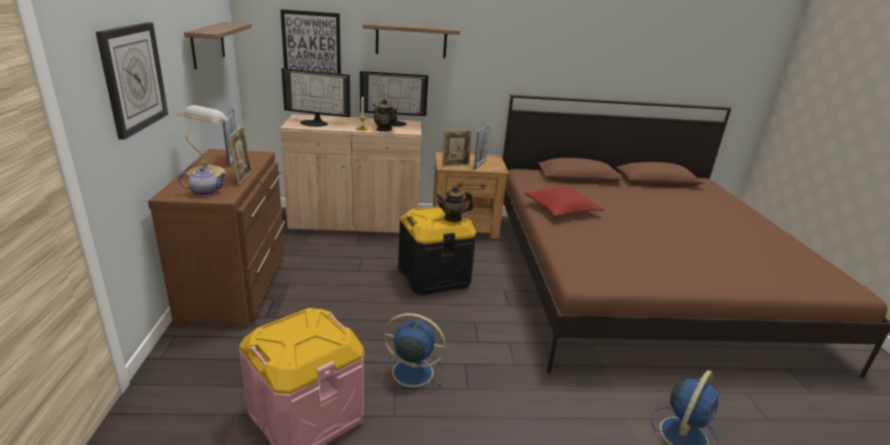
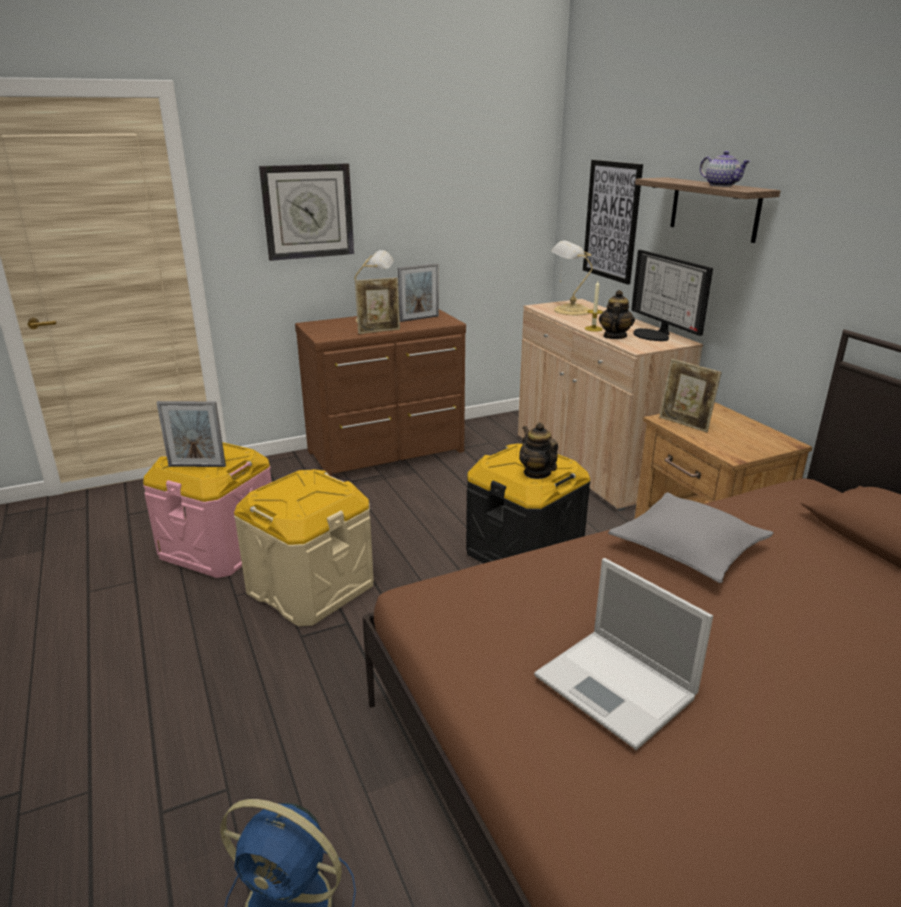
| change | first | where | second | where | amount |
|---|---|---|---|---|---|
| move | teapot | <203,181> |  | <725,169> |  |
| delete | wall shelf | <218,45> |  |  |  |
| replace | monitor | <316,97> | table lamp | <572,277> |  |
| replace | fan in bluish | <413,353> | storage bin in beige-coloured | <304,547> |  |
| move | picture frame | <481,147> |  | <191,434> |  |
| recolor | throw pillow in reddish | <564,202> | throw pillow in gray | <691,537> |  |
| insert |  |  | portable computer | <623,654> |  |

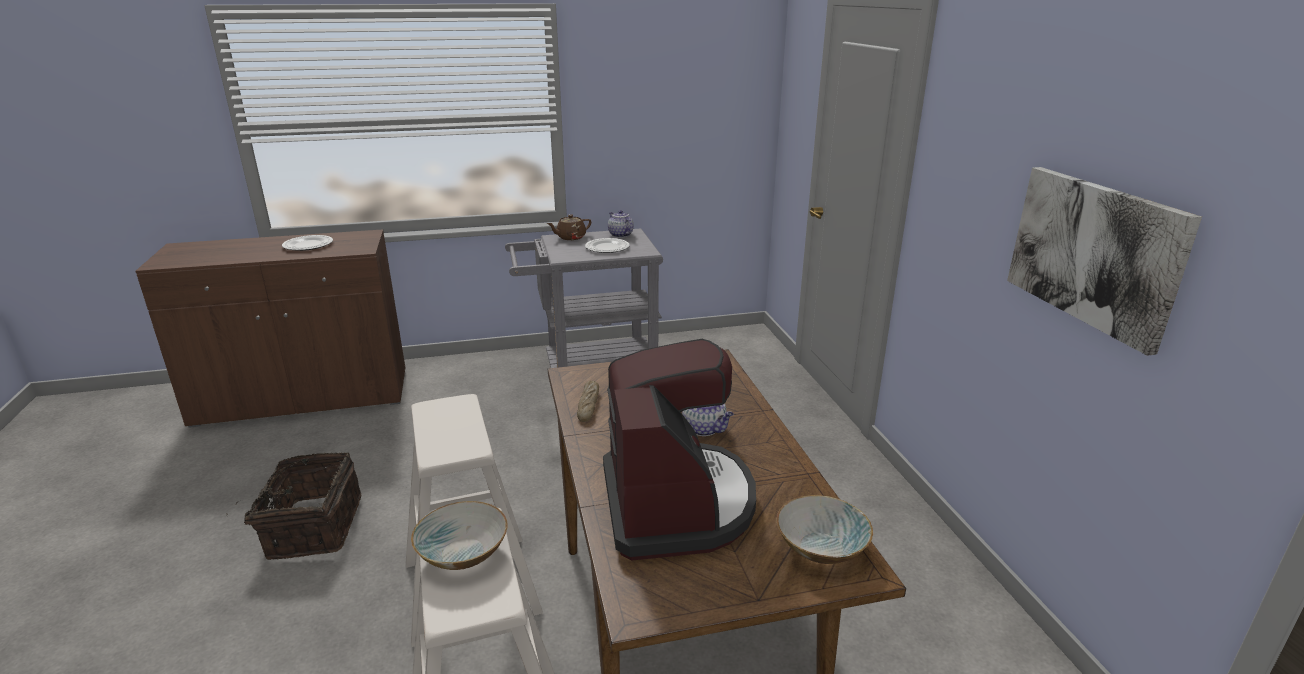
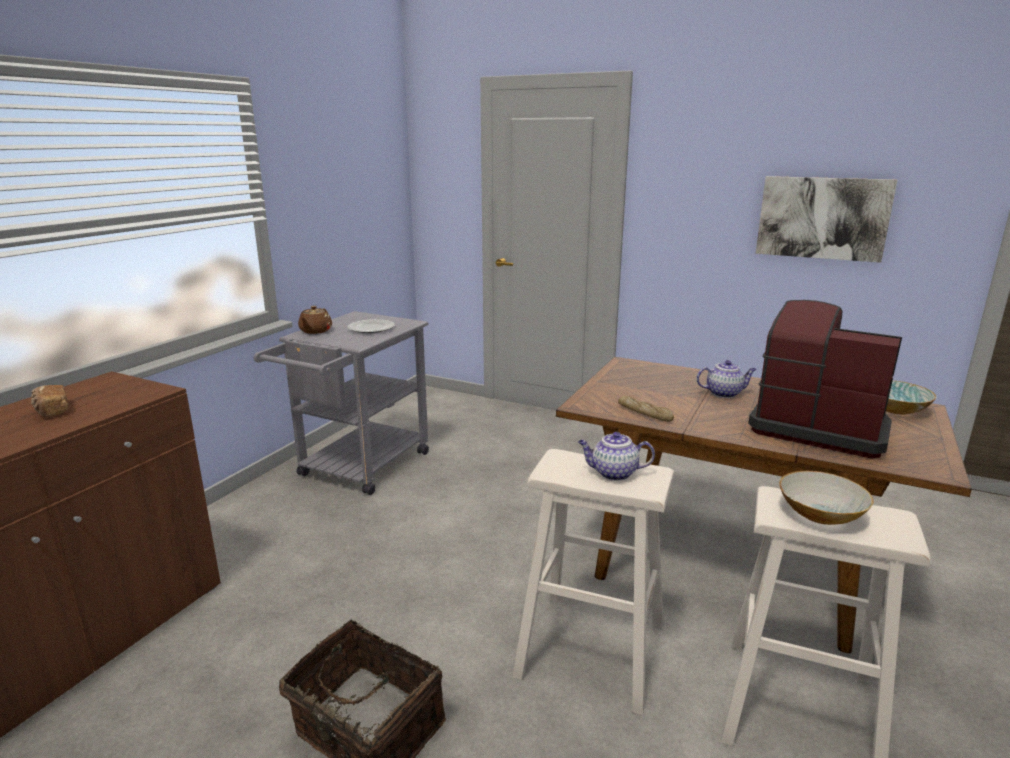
| change | first | where | second | where | amount |
|---|---|---|---|---|---|
| replace | dinner plate | <307,243> | baked bread | <49,401> |  |
| move | teapot | <621,224> |  | <616,456> |  |

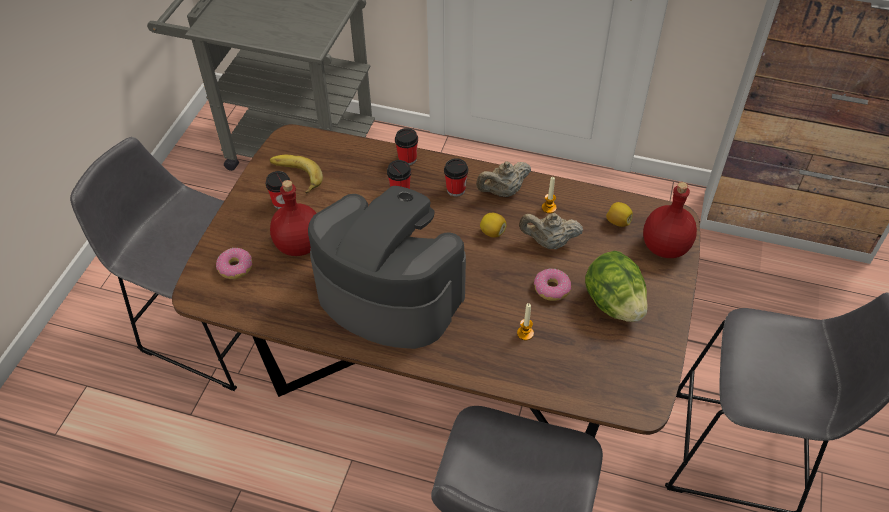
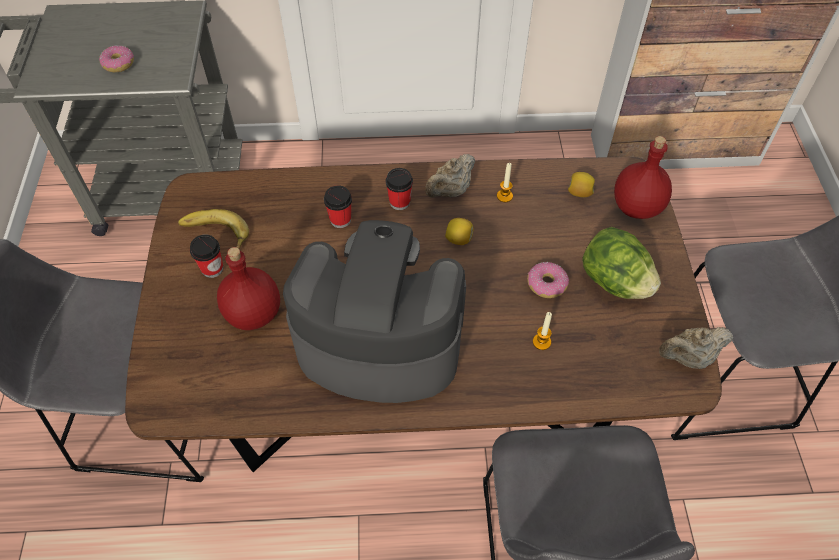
| change | first | where | second | where | amount |
|---|---|---|---|---|---|
| move | doughnut | <234,263> |  | <116,58> |  |
| delete | drinking cup | <406,146> |  |  |  |
| move | teapot in beige-coloured | <551,231> |  | <696,348> |  |

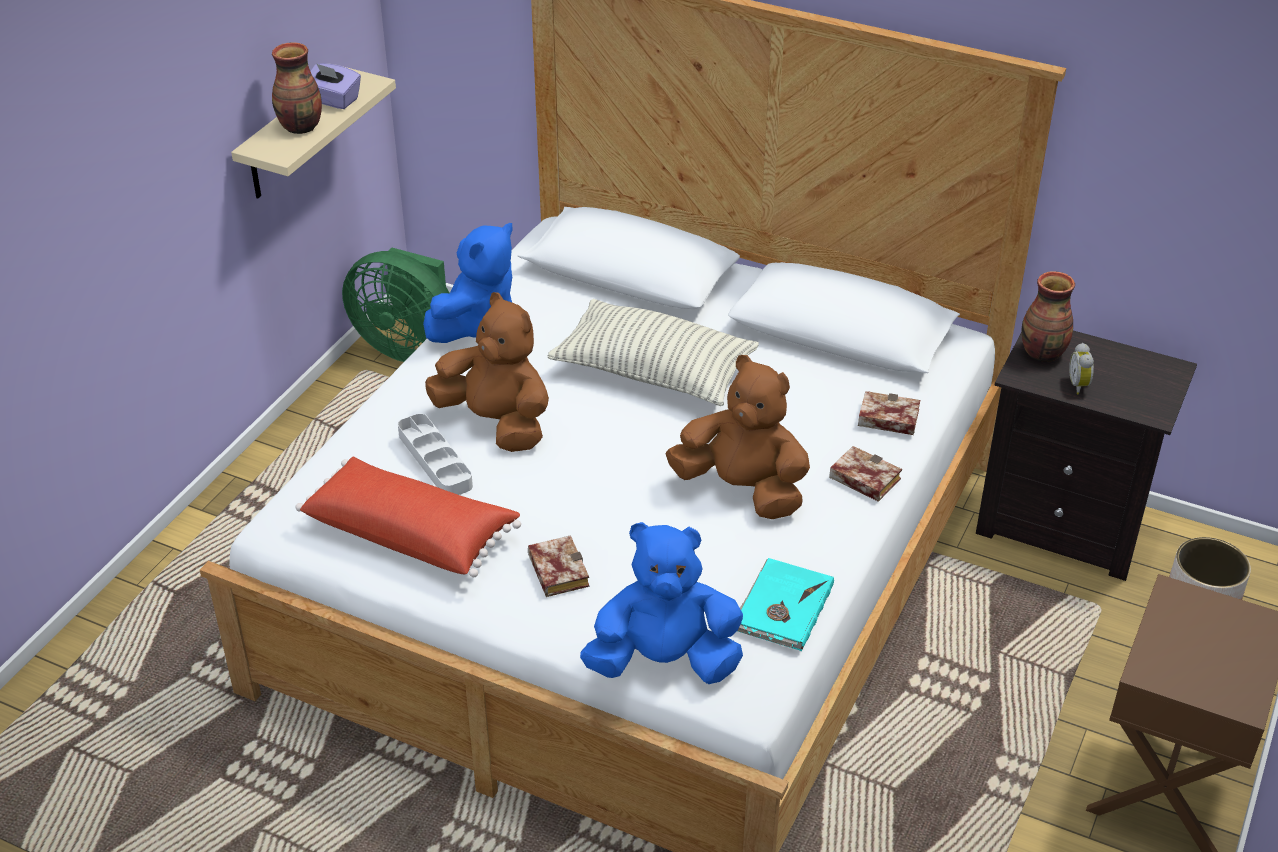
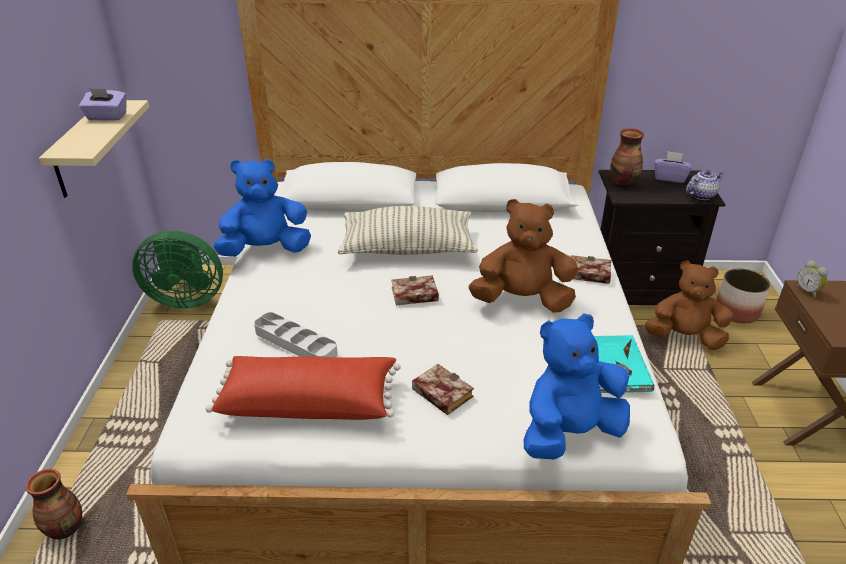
| change | first | where | second | where | amount |
|---|---|---|---|---|---|
| move | decorative vase | <297,88> |  | <54,504> |  |
| rotate | plush toy in bluish | <468,283> |  | <262,208> | 120 degrees counterclockwise |
| move | plush toy in brownish | <487,372> |  | <689,305> |  |
| move | book | <889,413> |  | <415,290> |  |
| move | table clock | <1081,369> |  | <812,279> |  |
| insert |  |  | tissue box in purple-coloured | <673,167> |  |
| insert |  |  | teapot | <705,185> |  |

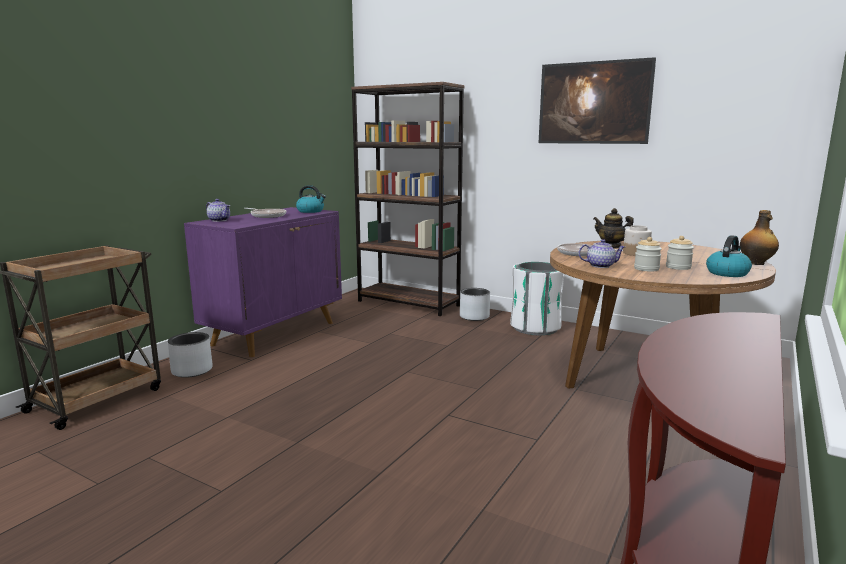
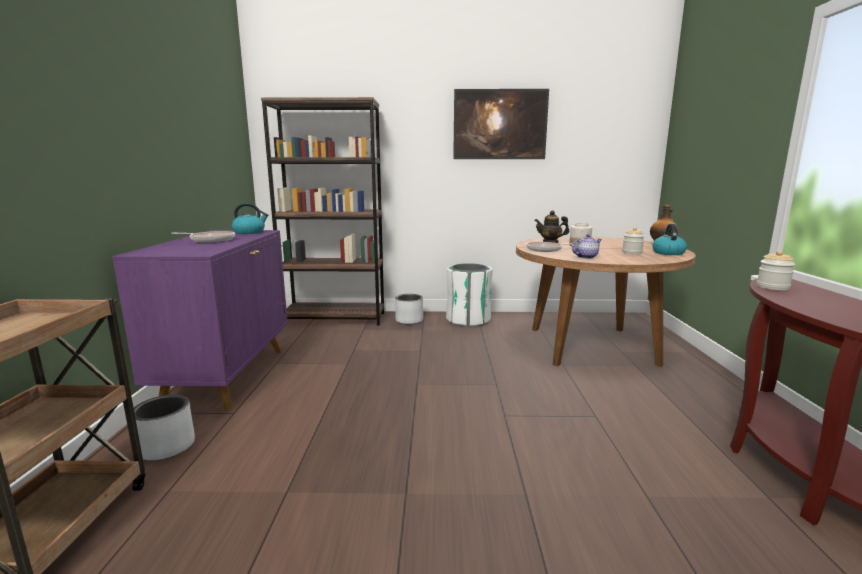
| change | first | where | second | where | amount |
|---|---|---|---|---|---|
| delete | teapot | <218,210> |  |  |  |
| move | jar | <648,254> |  | <776,270> |  |

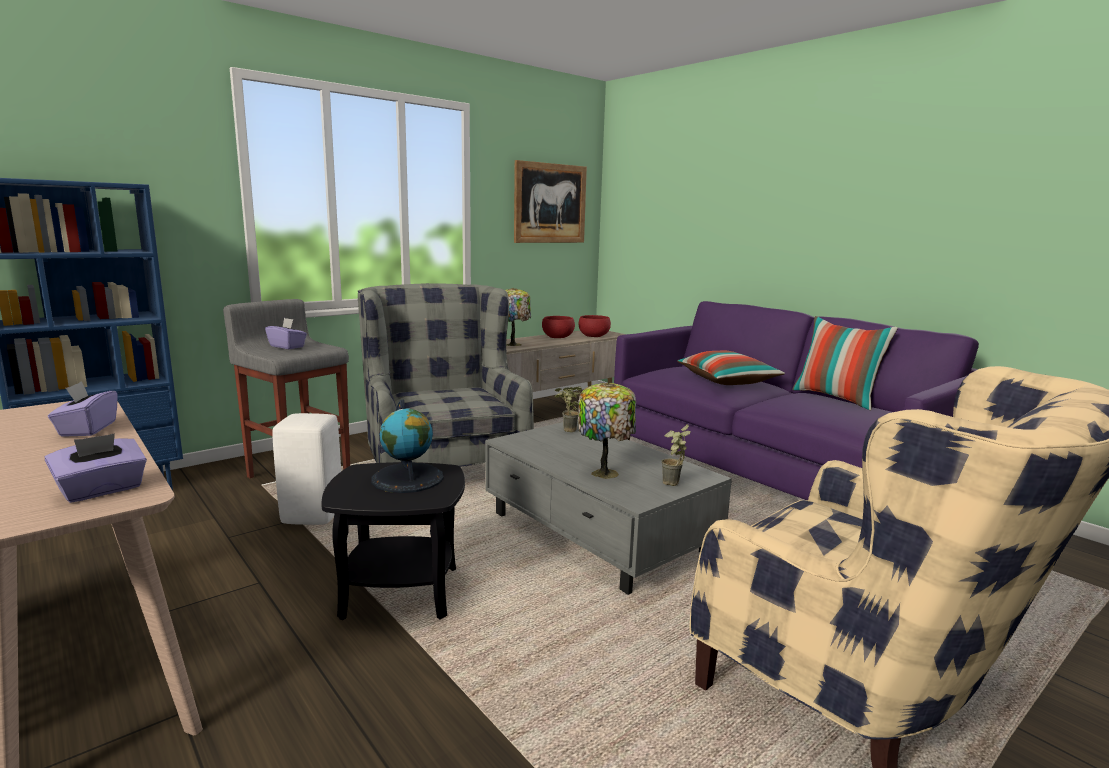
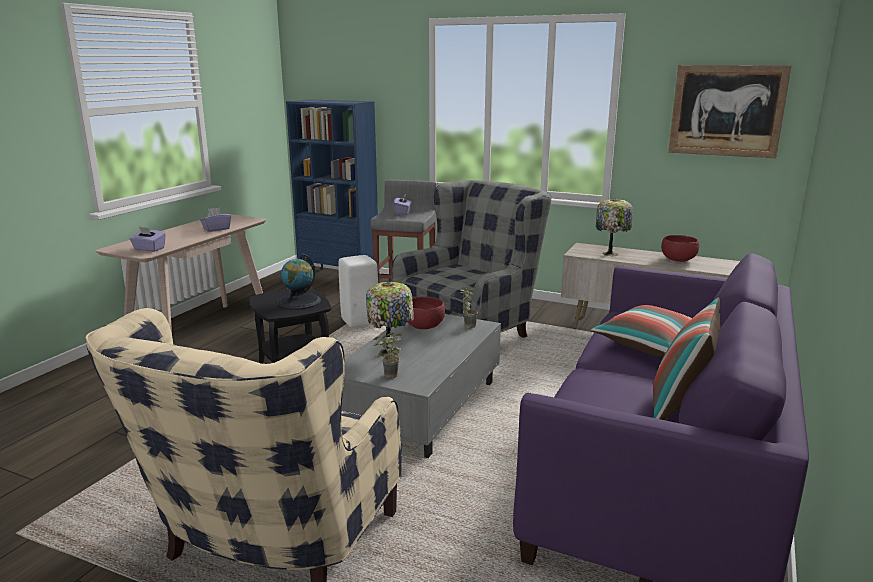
| change | first | where | second | where | amount |
|---|---|---|---|---|---|
| move | bowl in reddish | <595,326> |  | <426,313> |  |

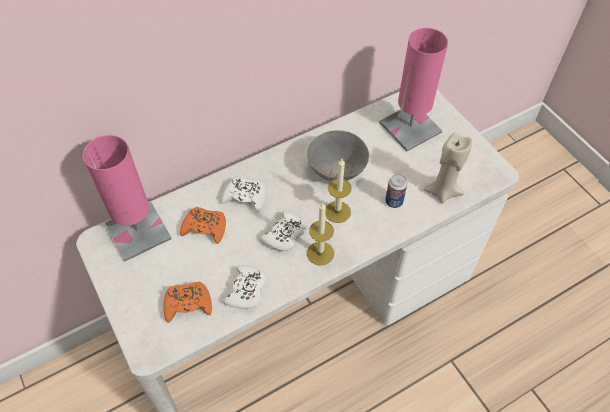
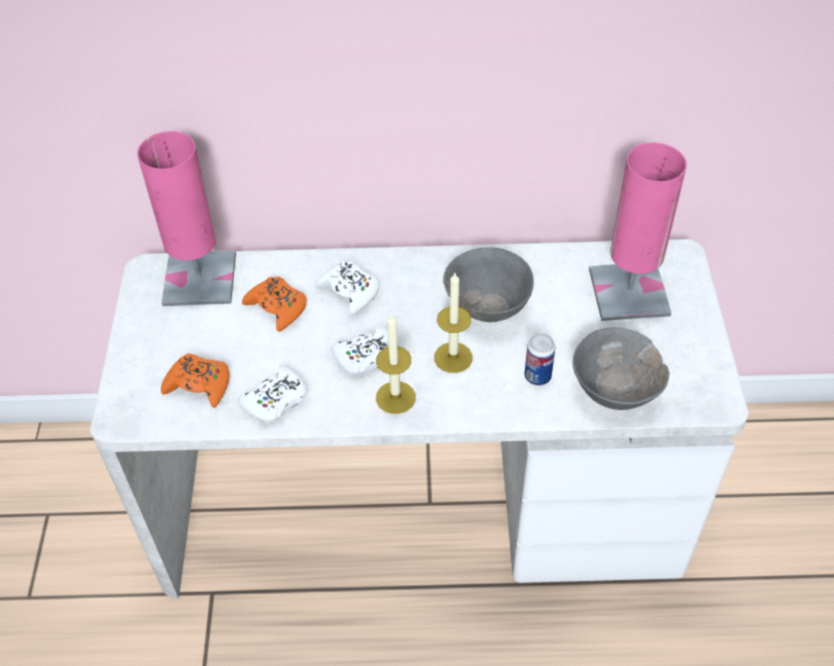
| change | first | where | second | where | amount |
|---|---|---|---|---|---|
| replace | wax light in beige-coloured | <447,168> | bowl in gray | <621,368> |  |

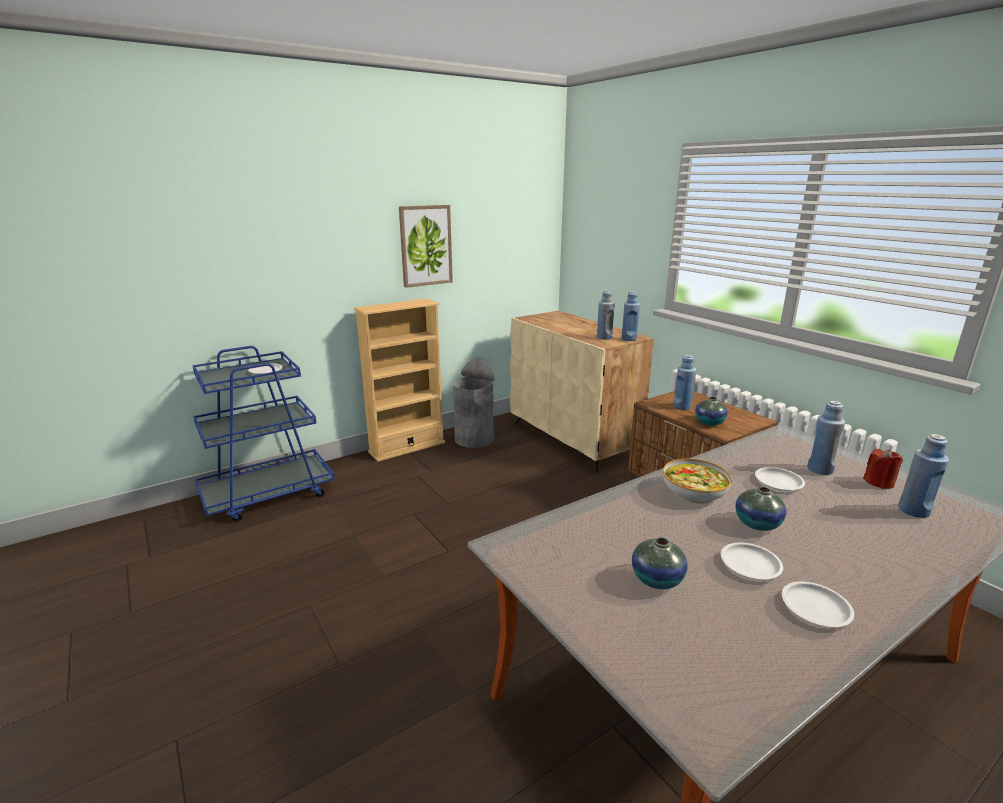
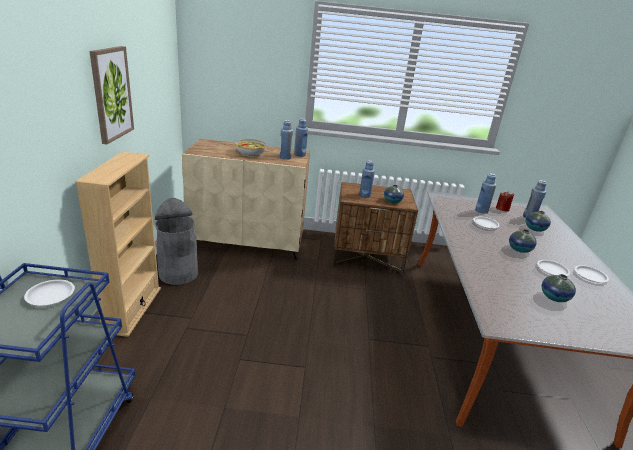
| change | first | where | second | where | amount |
|---|---|---|---|---|---|
| move | bowl | <697,481> |  | <250,148> |  |
| insert |  |  | decorative vase | <538,221> |  |

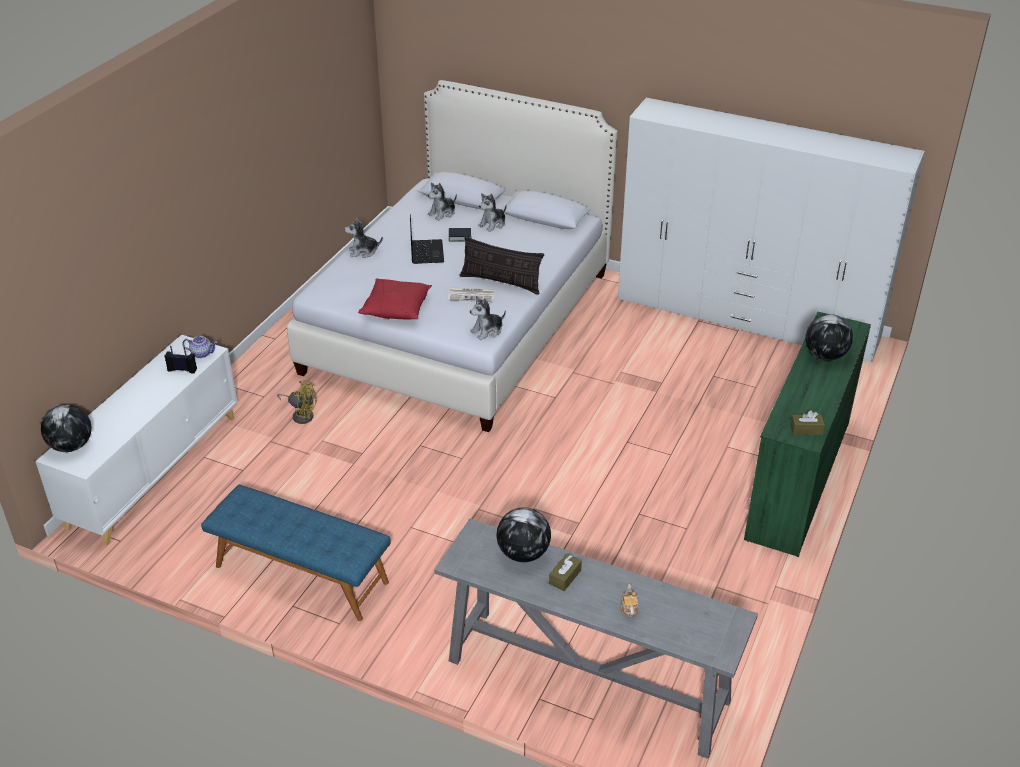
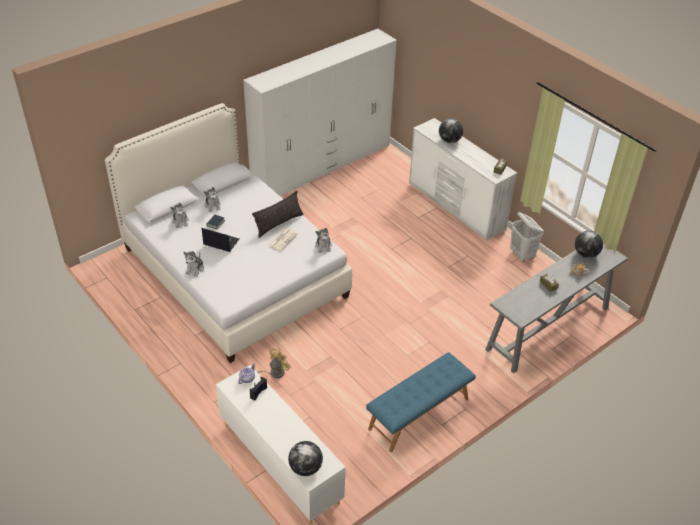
| change | first | where | second | where | amount |
|---|---|---|---|---|---|
| delete | throw pillow in reddish | <395,299> |  |  |  |
| move | desk globe | <524,534> |  | <589,244> |  |
| recolor | dresser in greenish | <807,434> | dresser in white-coloured | <463,179> |  |
| insert |  |  | hamper in white-coloured | <527,237> |  |

